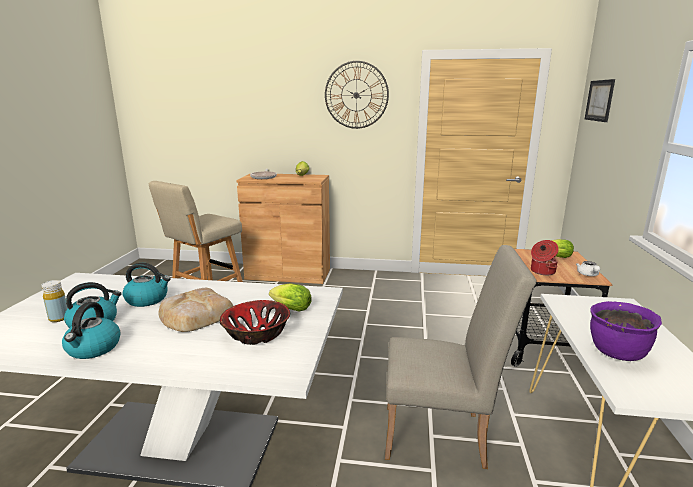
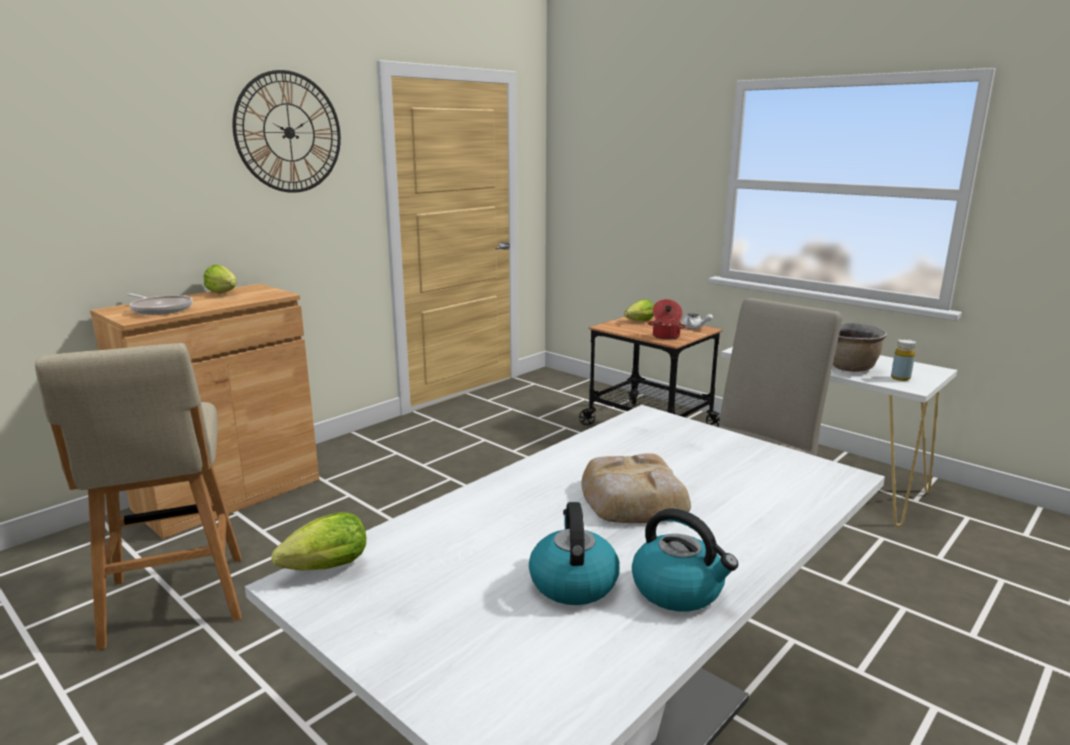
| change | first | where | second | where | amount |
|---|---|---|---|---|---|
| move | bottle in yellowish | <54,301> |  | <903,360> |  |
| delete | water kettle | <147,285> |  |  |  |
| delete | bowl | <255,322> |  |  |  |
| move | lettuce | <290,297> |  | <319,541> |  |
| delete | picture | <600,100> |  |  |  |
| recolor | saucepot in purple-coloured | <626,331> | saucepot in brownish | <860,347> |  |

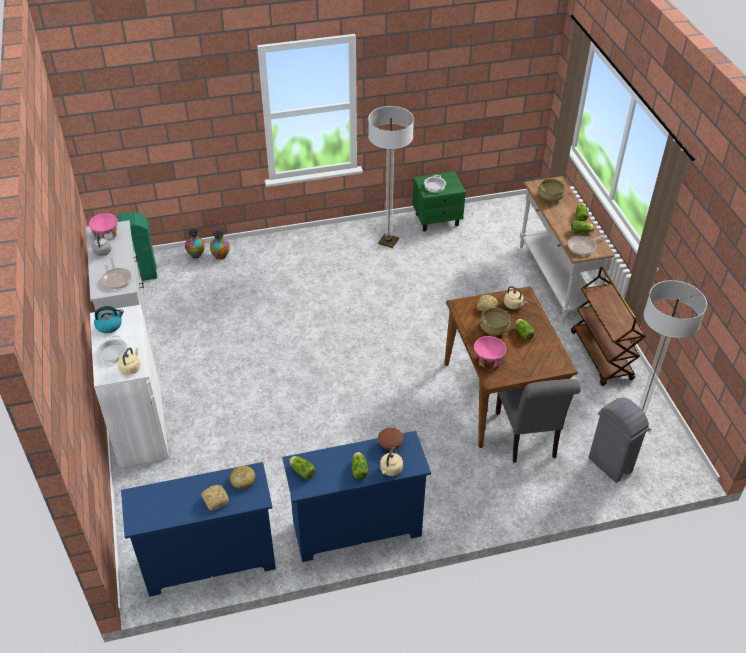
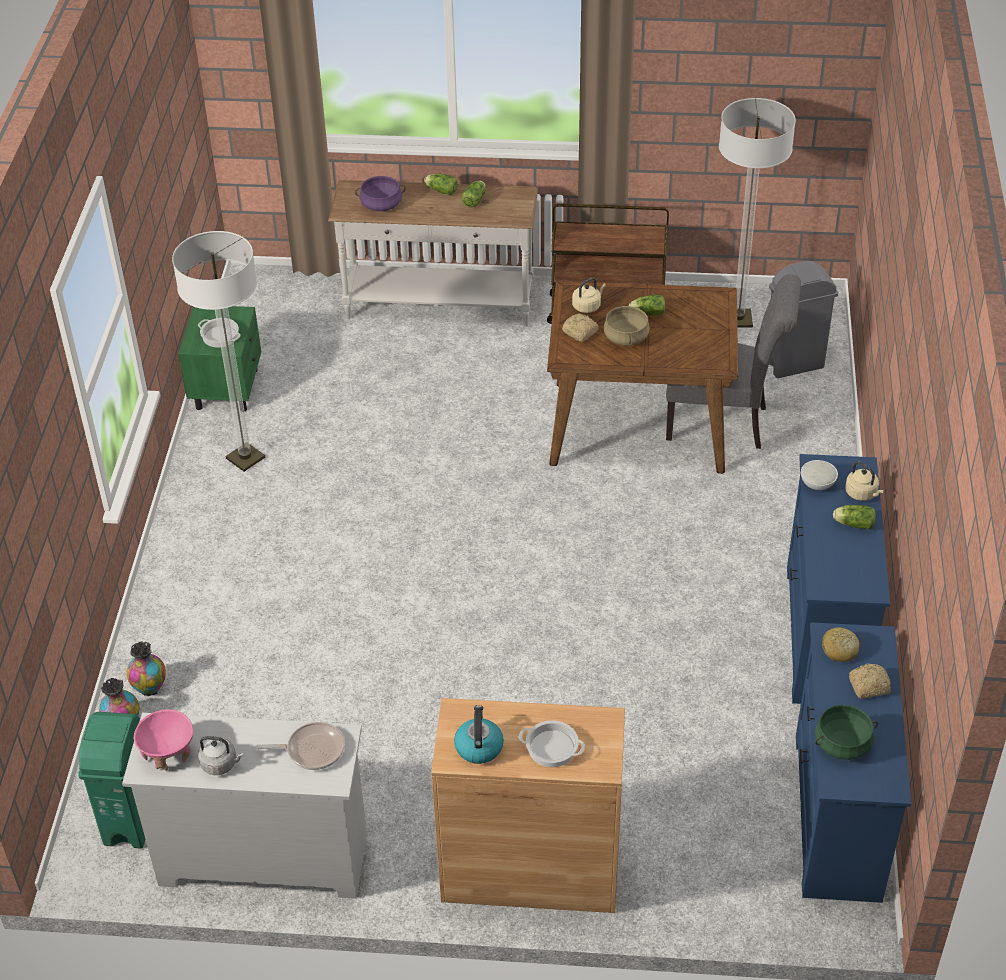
| change | first | where | second | where | amount |
|---|---|---|---|---|---|
| recolor | cupboard in white-coloured | <129,386> | cupboard in brownish | <528,805> |  |
| delete | water kettle in beige-coloured | <129,361> |  |  |  |
| delete | lettuce | <302,467> |  |  |  |
| recolor | bowl in brownish | <390,439> | bowl in white-coloured | <819,475> |  |
| delete | bowl in pinkish | <490,352> |  |  |  |
| recolor | saucepot in beige-coloured | <551,190> | saucepot in purple-coloured | <380,193> |  |
| delete | frying pan | <587,244> |  |  |  |
| insert |  |  | saucepot in greenish | <846,732> |  |

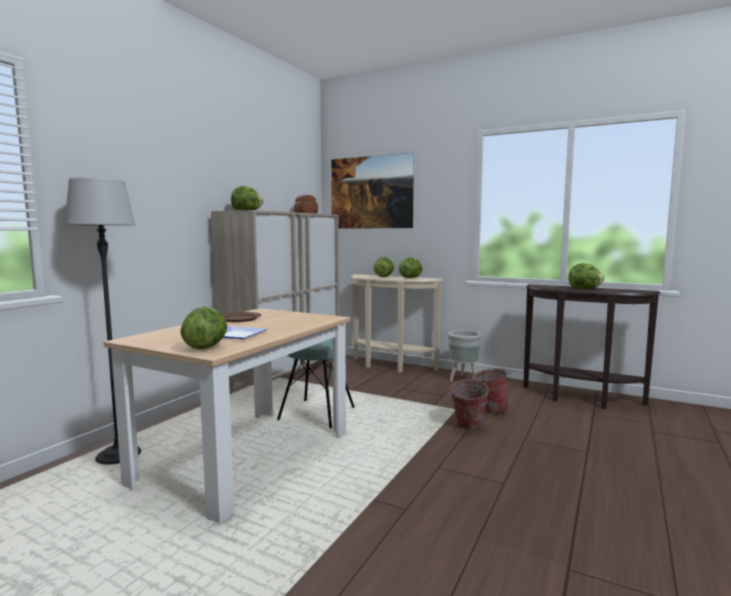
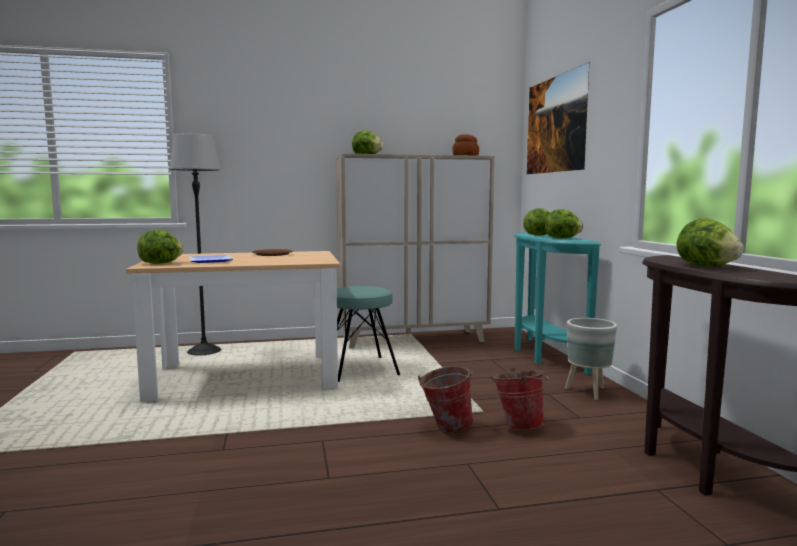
| change | first | where | second | where | amount |
|---|---|---|---|---|---|
| recolor | console table in beige-coloured | <397,323> | console table in turquoise | <557,303> |  |

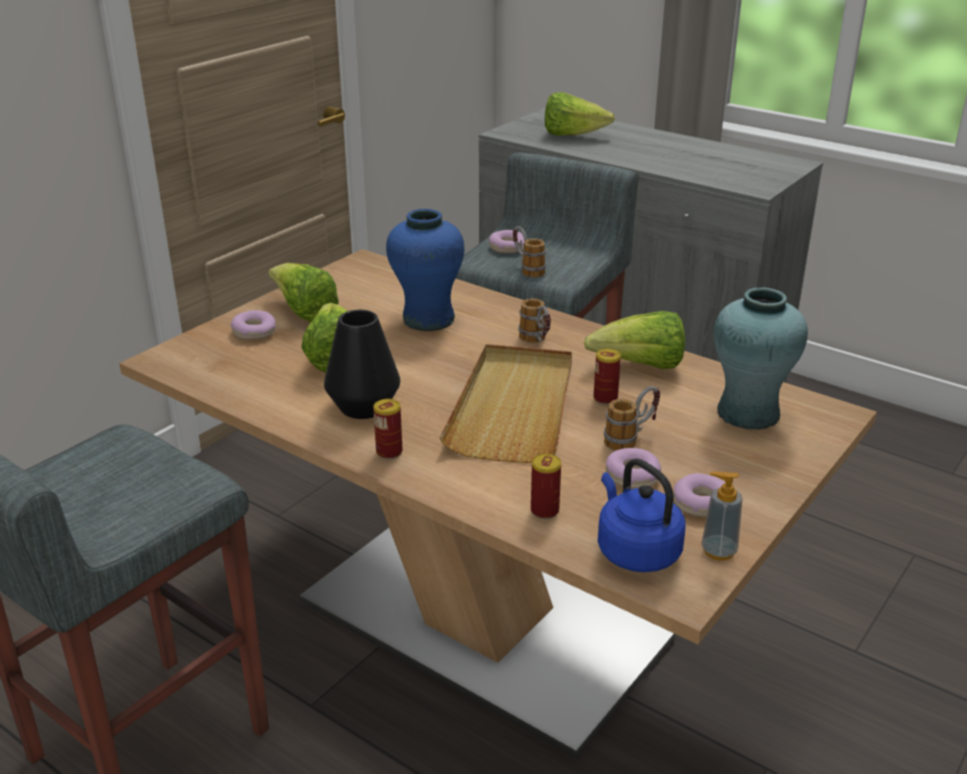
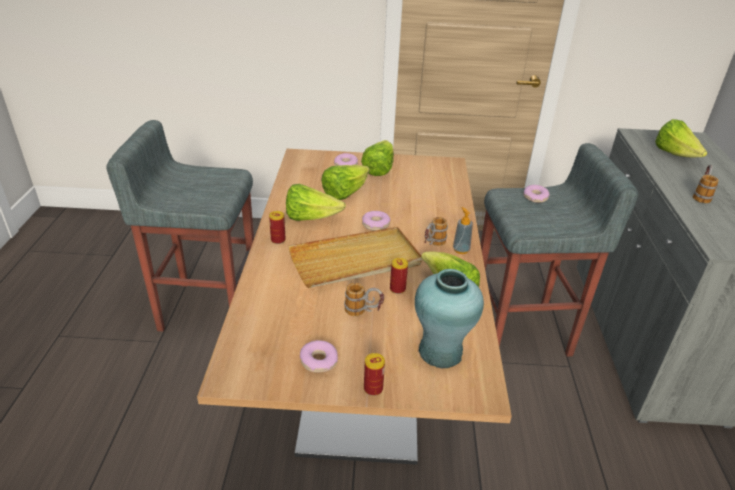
| change | first | where | second | where | amount |
|---|---|---|---|---|---|
| replace | decorative vase in blackish | <362,364> | lettuce | <316,202> |  |
| delete | decorative vase in bluish | <425,270> |  |  |  |
| move | tea mug | <529,251> |  | <706,184> |  |
| move | metal can | <546,486> |  | <374,374> |  |
| delete | water kettle in bluish | <642,515> |  |  |  |
| move | doughnut | <633,468> |  | <376,221> |  |
| move | soap dispenser | <722,516> |  | <463,230> |  |

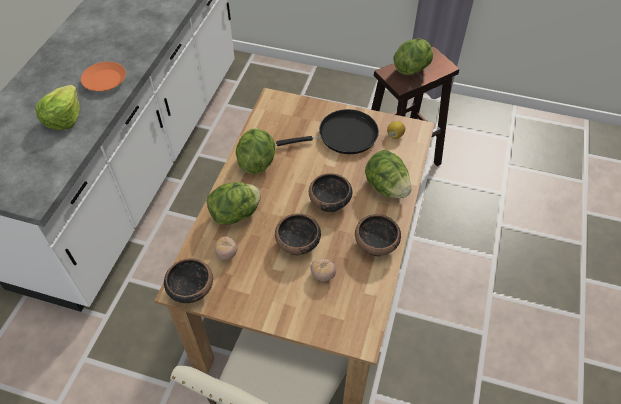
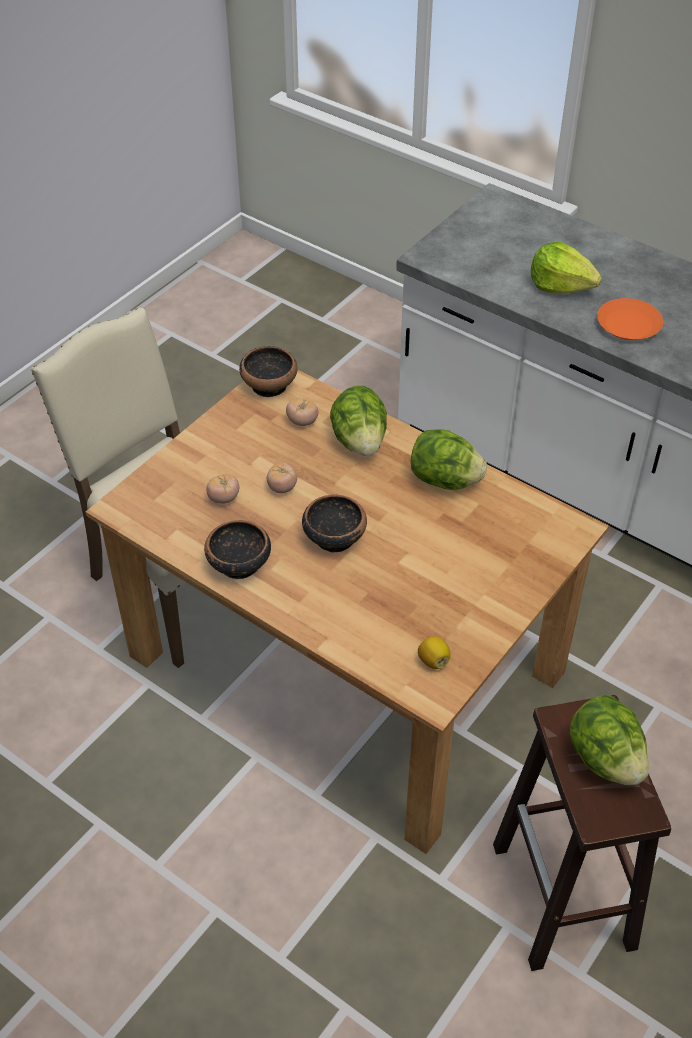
| change | first | where | second | where | amount |
|---|---|---|---|---|---|
| replace | bowl | <298,234> | tomato | <282,478> |  |
| delete | frying pan in blackish | <327,131> |  |  |  |
| delete | lettuce | <388,174> |  |  |  |

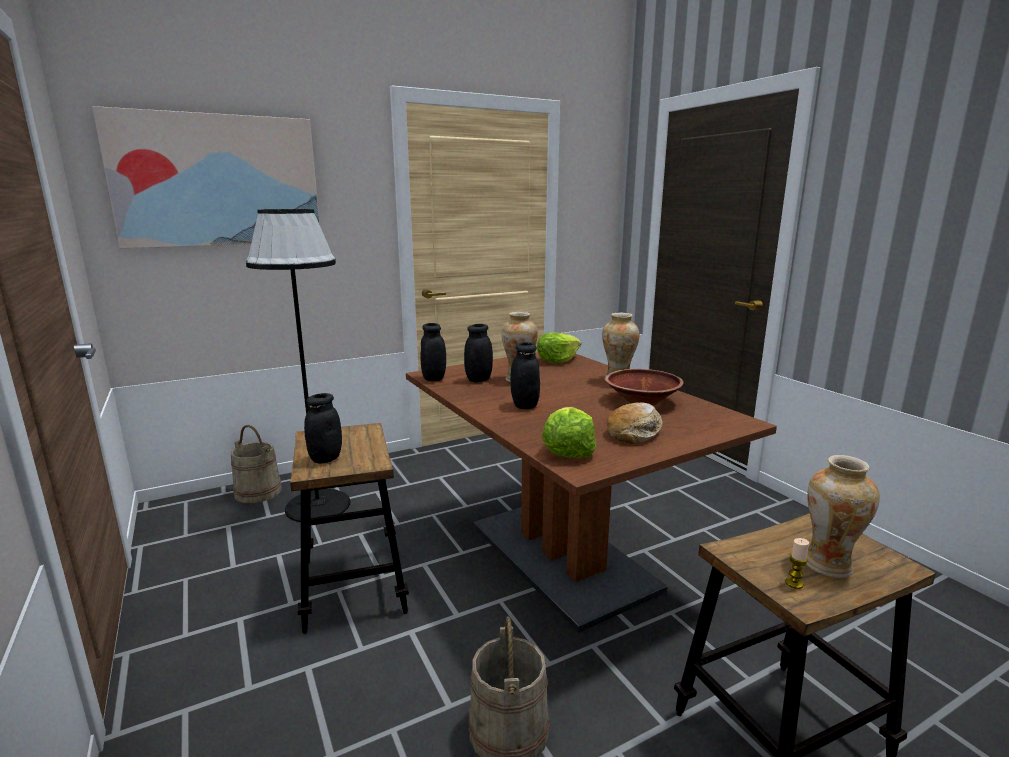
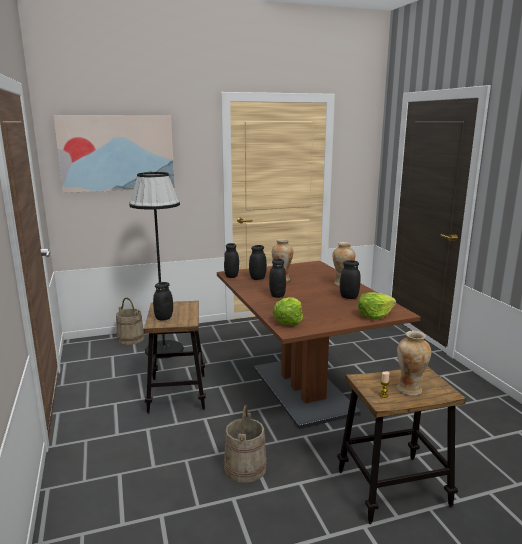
| change | first | where | second | where | amount |
|---|---|---|---|---|---|
| move | lettuce | <559,348> |  | <377,306> |  |
| replace | bowl in brownish | <644,387> | jar in blackish | <350,279> |  |
| delete | baked bread | <635,423> |  |  |  |

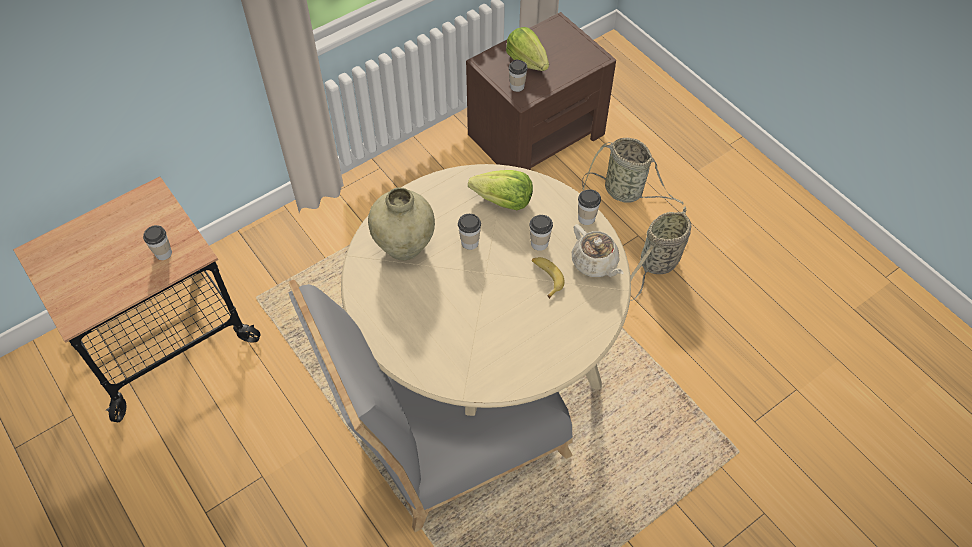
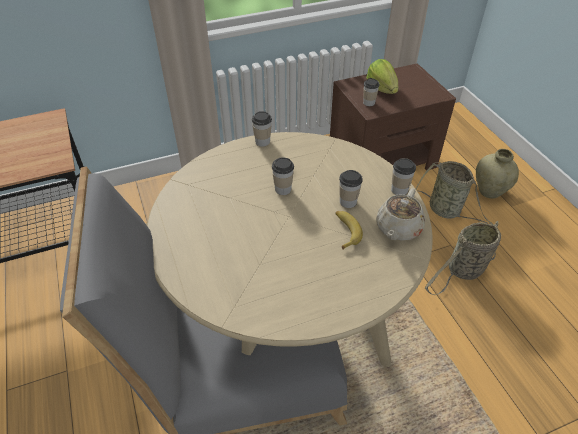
| change | first | where | second | where | amount |
|---|---|---|---|---|---|
| move | drinking cup | <157,242> |  | <262,129> |  |
| move | decorative vase in beige-coloured | <401,224> |  | <497,174> |  |
| delete | lettuce | <500,190> |  |  |  |
| rotate | teapot in beige-coloured | <598,250> |  | <400,214> | 45 degrees clockwise |

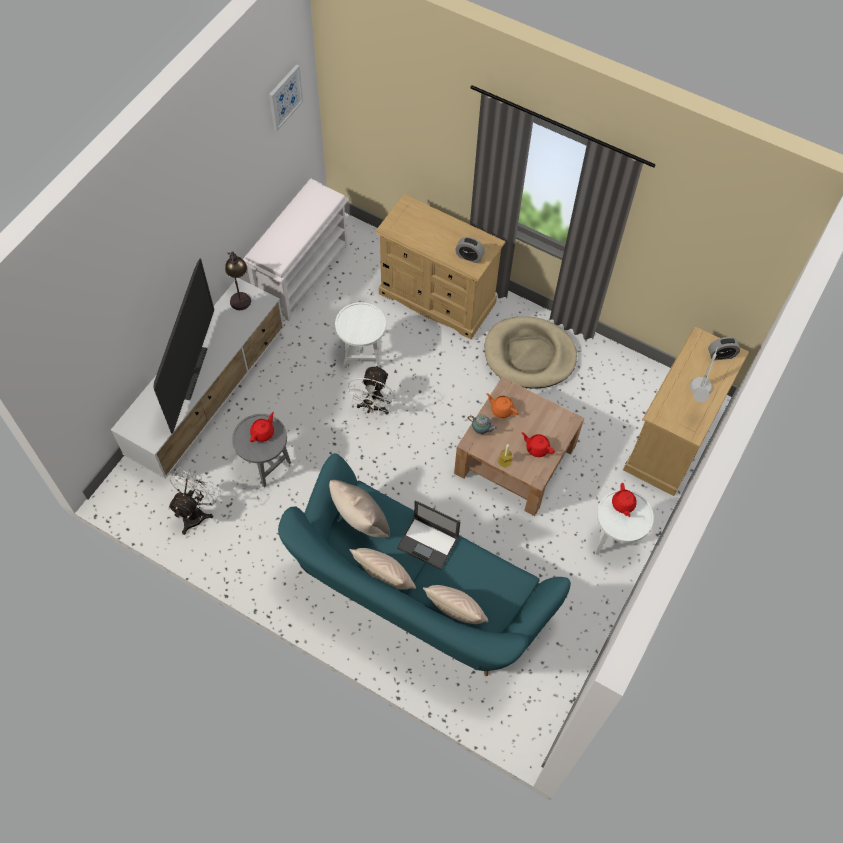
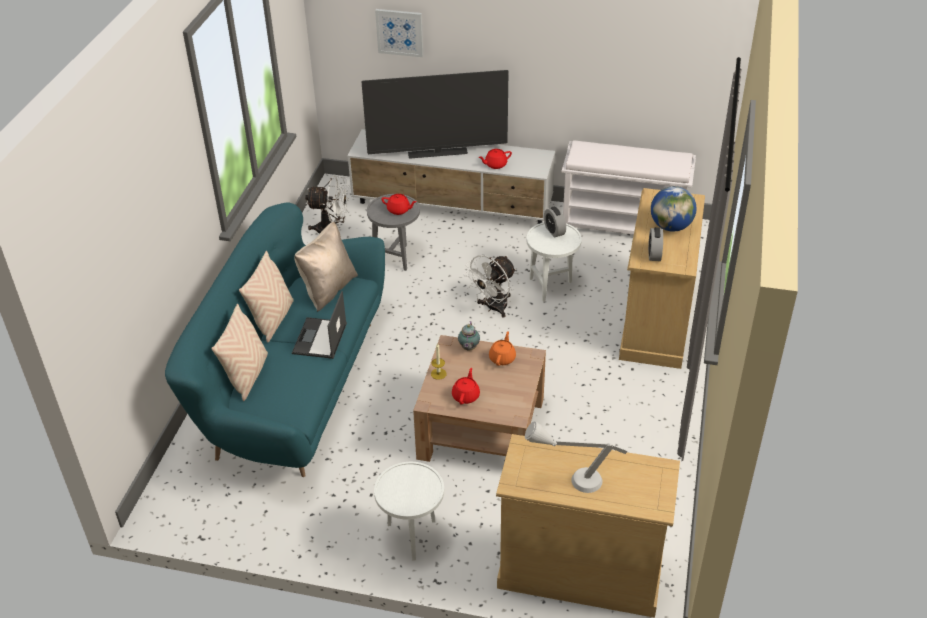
| change | first | where | second | where | amount |
|---|---|---|---|---|---|
| delete | table lamp | <238,280> |  |  |  |
| move | picture | <286,97> |  | <399,33> |  |
| rotate | fan in white-coloured | <370,389> |  | <489,286> | 45 degrees counterclockwise |
| delete | dog cushion in beige-coloured | <531,352> |  |  |  |
| move | teapot in reddish | <624,500> |  | <495,159> |  |
| move | table clock | <724,348> |  | <555,222> |  |
| insert |  |  | desk globe | <674,209> |  |

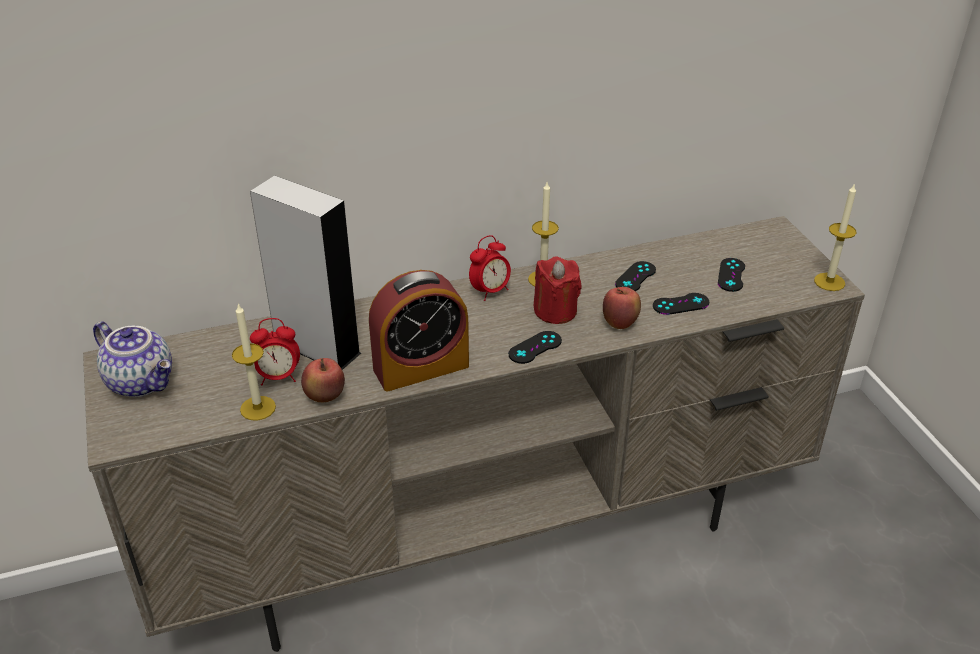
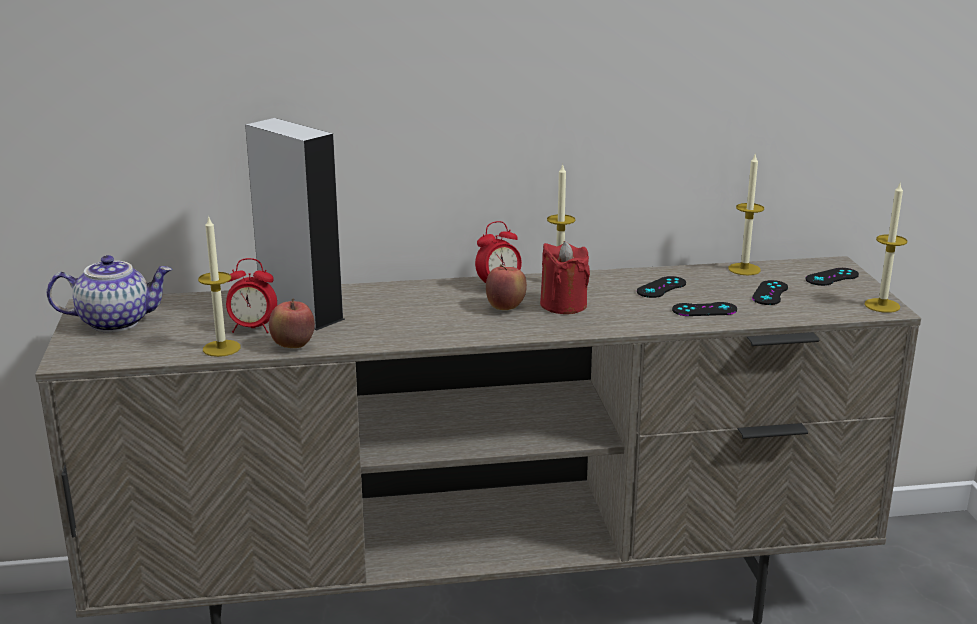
| change | first | where | second | where | amount |
|---|---|---|---|---|---|
| rotate | teapot | <132,359> |  | <110,293> | 60 degrees counterclockwise |
| delete | table clock | <419,331> |  |  |  |
| move | joypad in blackish | <535,347> |  | <832,277> |  |
| move | whole apple | <622,308> |  | <506,287> |  |
| insert |  |  | wax light | <746,215> |  |

